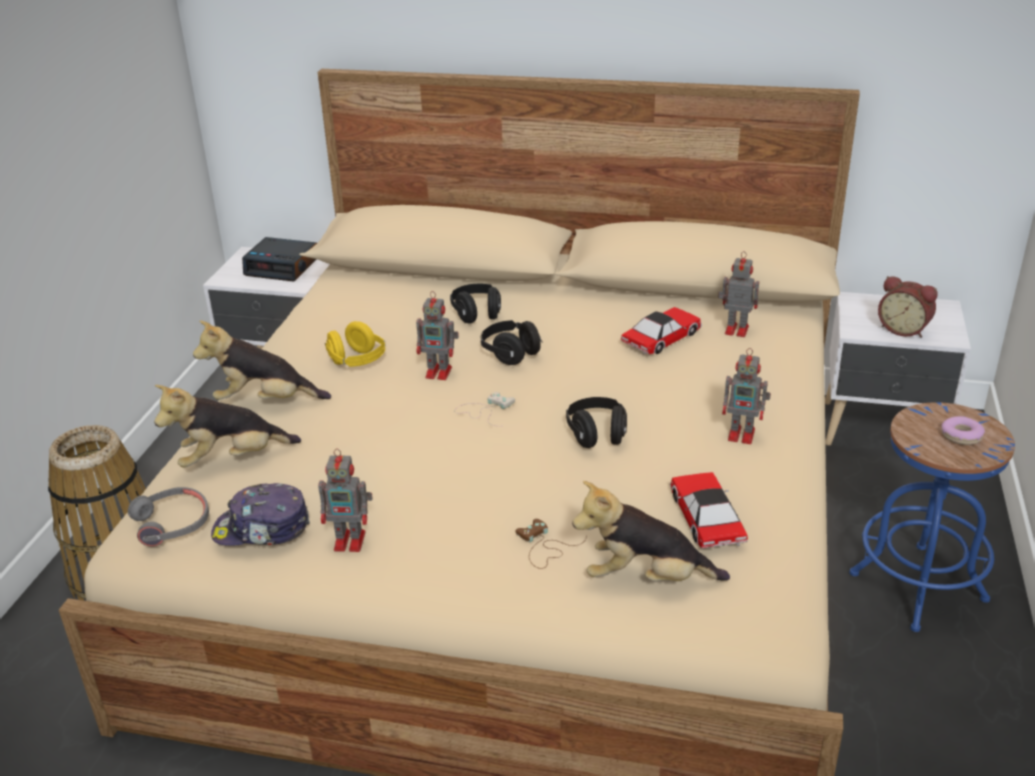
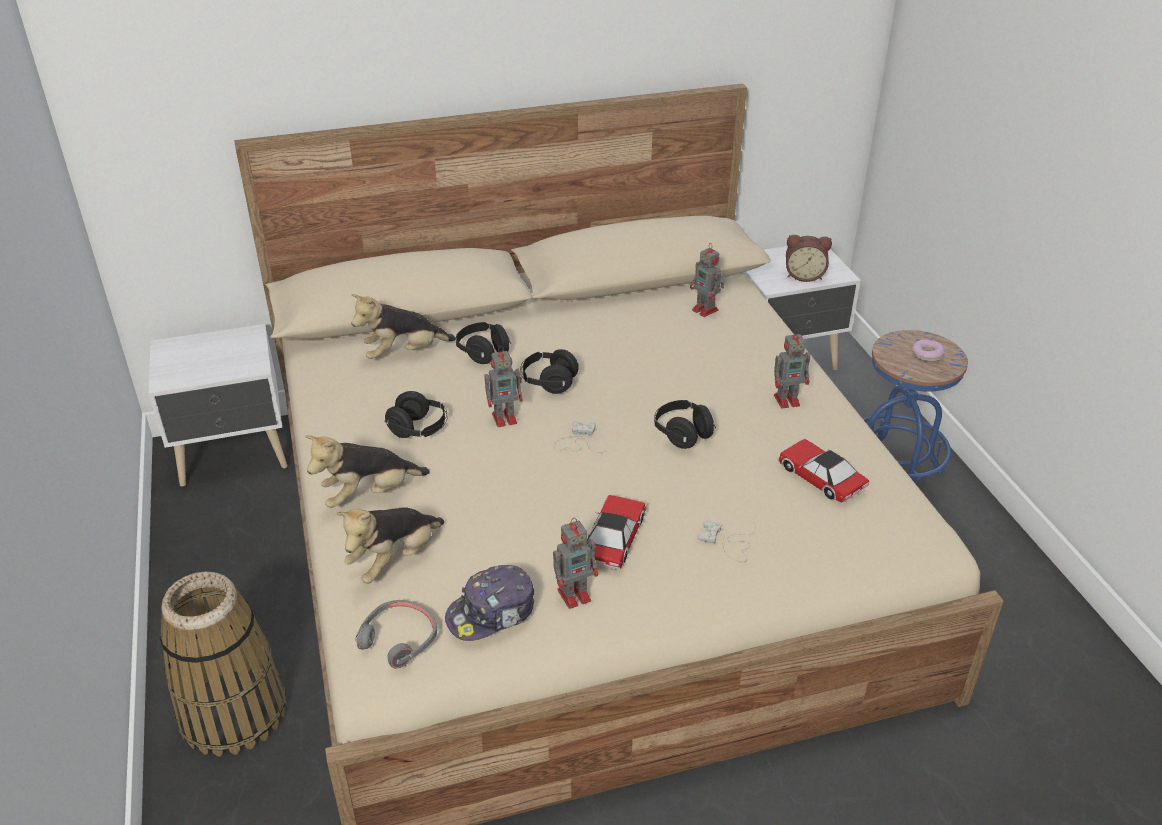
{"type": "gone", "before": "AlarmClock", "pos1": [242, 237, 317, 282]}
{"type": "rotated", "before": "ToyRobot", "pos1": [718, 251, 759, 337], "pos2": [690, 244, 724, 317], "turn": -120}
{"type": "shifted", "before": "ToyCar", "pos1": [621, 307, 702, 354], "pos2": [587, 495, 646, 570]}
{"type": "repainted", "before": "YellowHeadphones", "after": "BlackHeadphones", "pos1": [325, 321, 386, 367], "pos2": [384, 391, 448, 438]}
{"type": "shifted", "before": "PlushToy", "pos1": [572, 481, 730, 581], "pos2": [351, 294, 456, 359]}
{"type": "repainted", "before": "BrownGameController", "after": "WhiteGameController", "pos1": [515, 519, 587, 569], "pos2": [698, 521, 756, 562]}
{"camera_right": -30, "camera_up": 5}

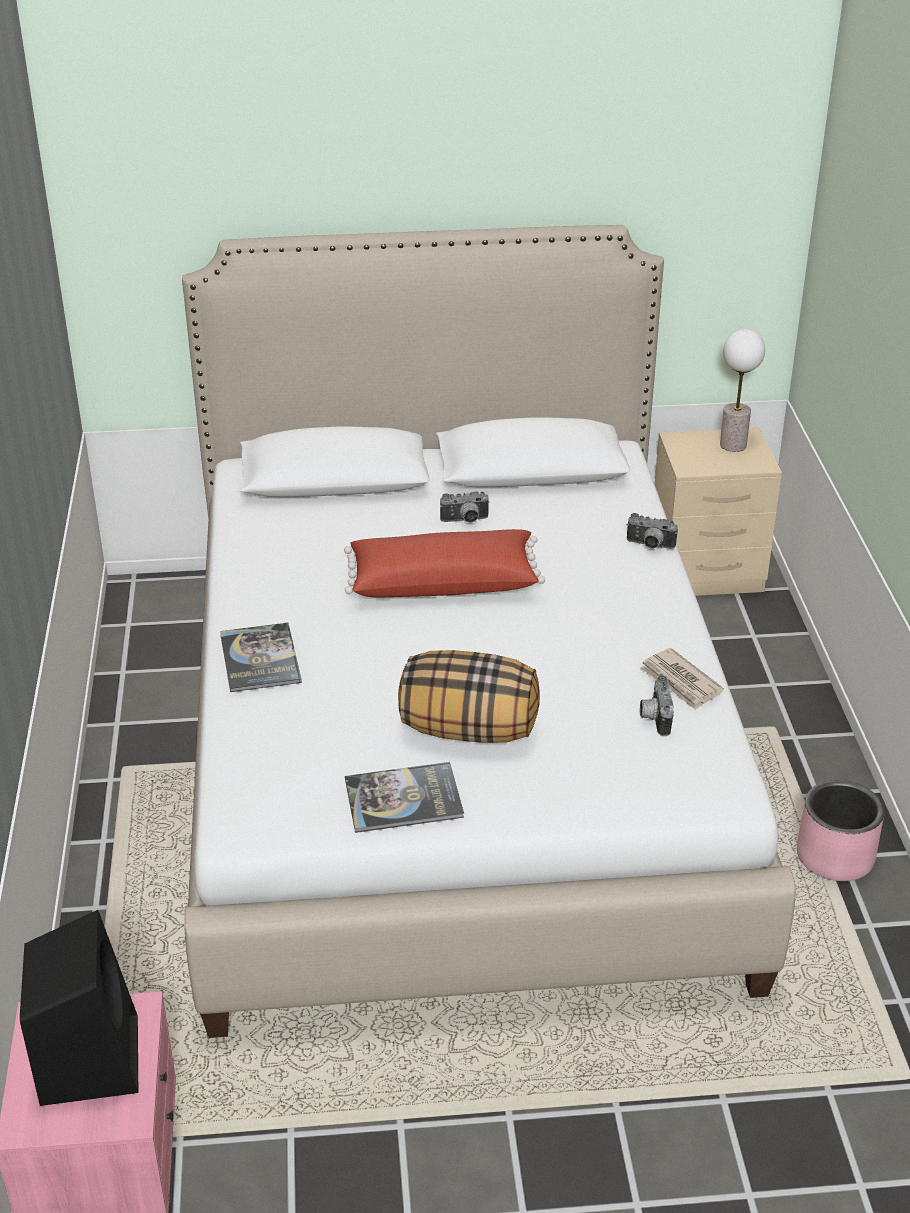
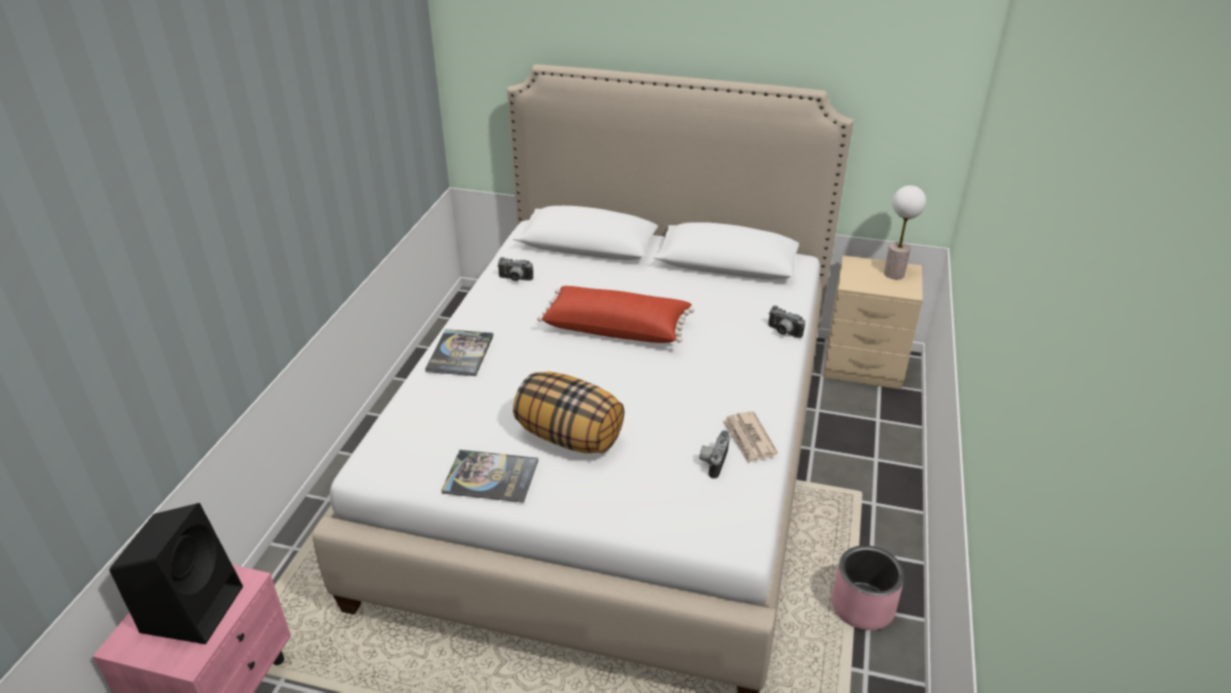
{"type": "shifted", "before": "PhotoCamera", "pos1": [440, 492, 490, 523], "pos2": [497, 257, 533, 281]}
{"camera_right": 20, "camera_up": 0}

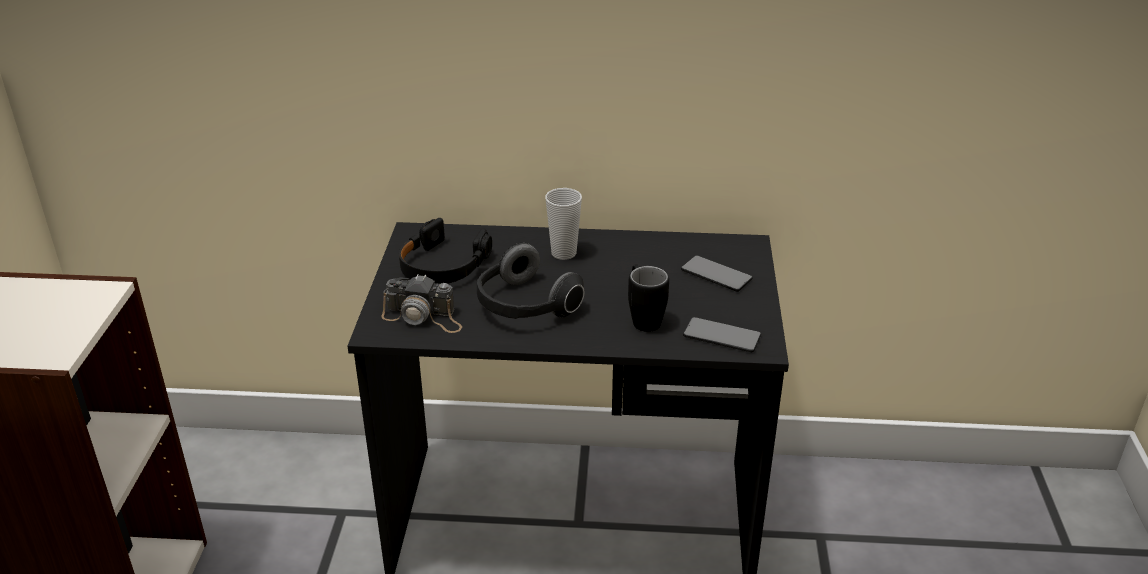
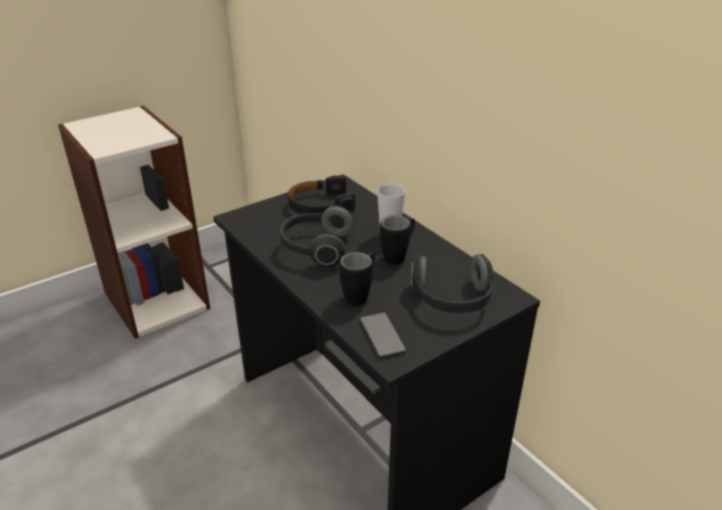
{"type": "swapped", "before": "Phone", "after": "Headphones", "pos1": [681, 255, 753, 292], "pos2": [411, 254, 494, 313]}
{"type": "gone", "before": "PhotoCamera", "pos1": [381, 274, 462, 333]}
{"type": "new", "after": "BlackMug", "pos2": [380, 216, 415, 265]}
{"camera_right": 50, "camera_up": 0}

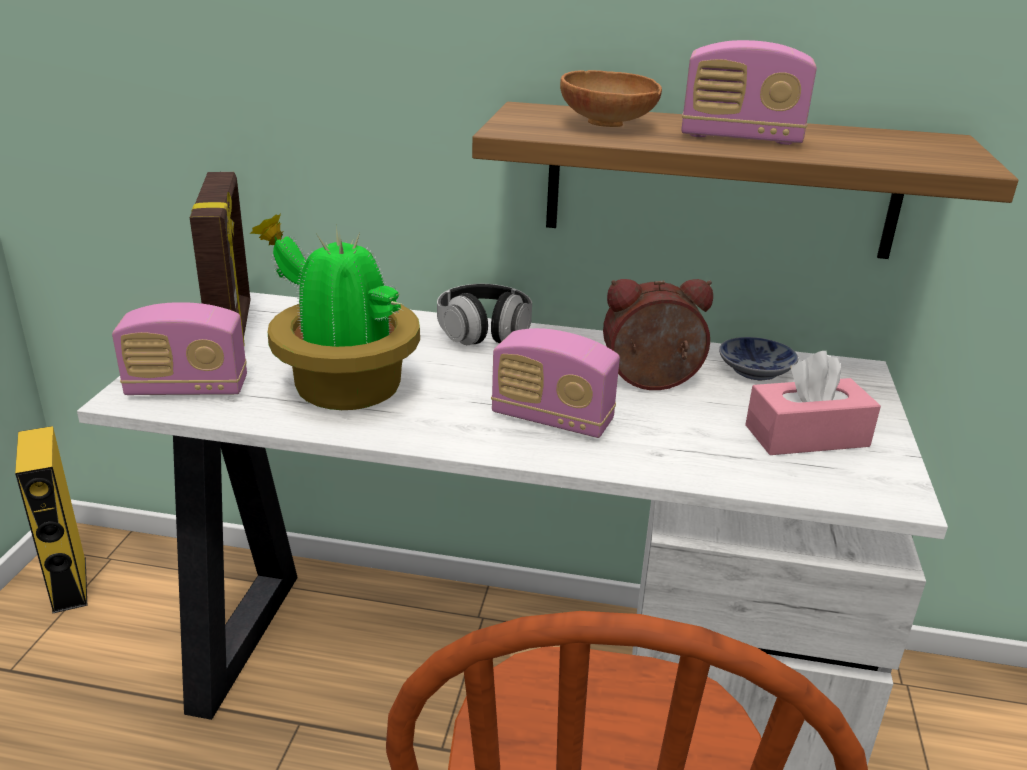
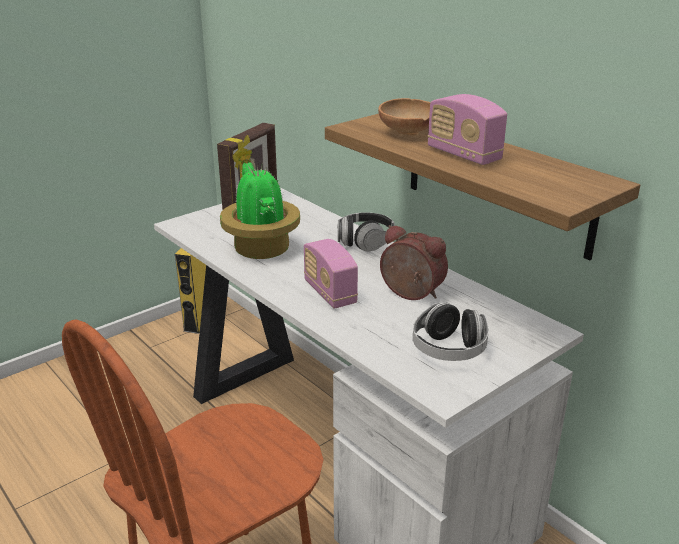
{"type": "gone", "before": "Radio", "pos1": [112, 302, 247, 395]}
{"type": "gone", "before": "Bowl", "pos1": [719, 337, 799, 380]}
{"type": "swapped", "before": "PinkTissueBox", "after": "Headphones", "pos1": [745, 351, 881, 455], "pos2": [413, 302, 489, 361]}
{"camera_right": 40, "camera_up": 0}

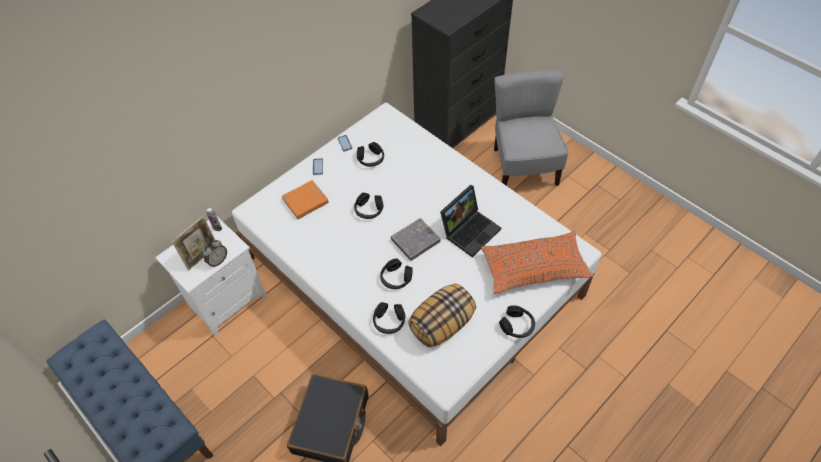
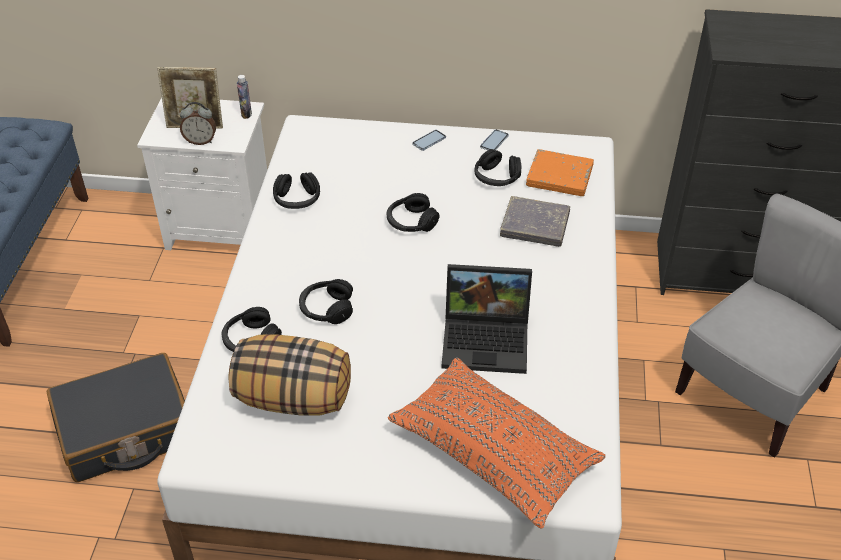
{"type": "shifted", "before": "OrangeBook", "pos1": [282, 180, 329, 219], "pos2": [526, 149, 594, 196]}
{"type": "shifted", "before": "GreyBook", "pos1": [391, 218, 441, 261], "pos2": [500, 196, 570, 247]}
{"type": "shifted", "before": "BlackHeadphones", "pos1": [499, 305, 535, 338], "pos2": [273, 172, 320, 209]}
{"camera_right": 50, "camera_up": -10}

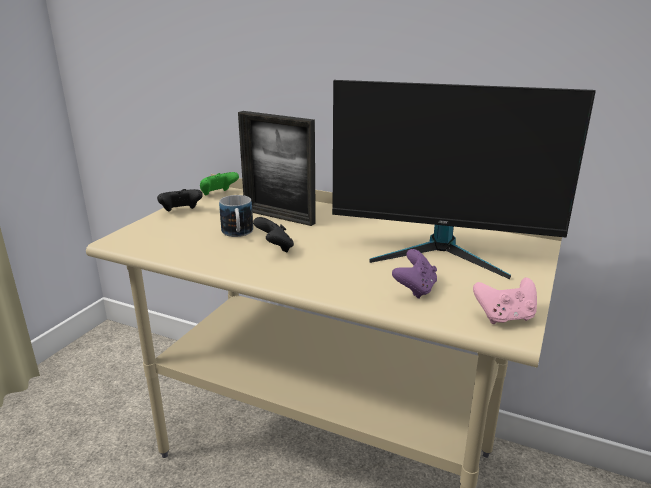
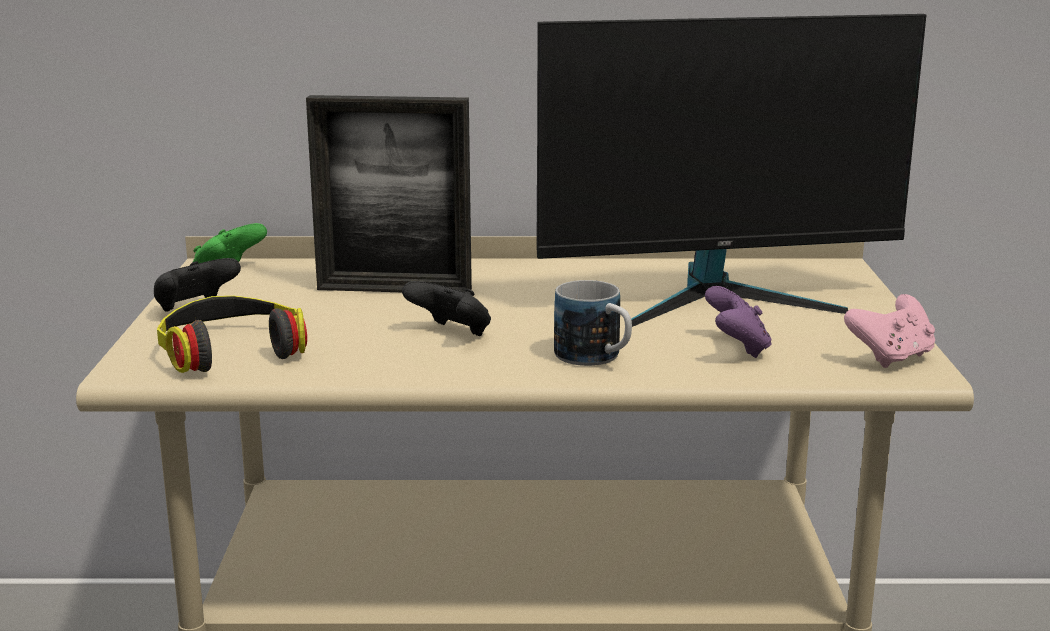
{"type": "shifted", "before": "Mug", "pos1": [219, 195, 253, 237], "pos2": [554, 280, 632, 366]}
{"type": "new", "after": "Headphones", "pos2": [157, 296, 307, 373]}
{"camera_right": -25, "camera_up": -5}

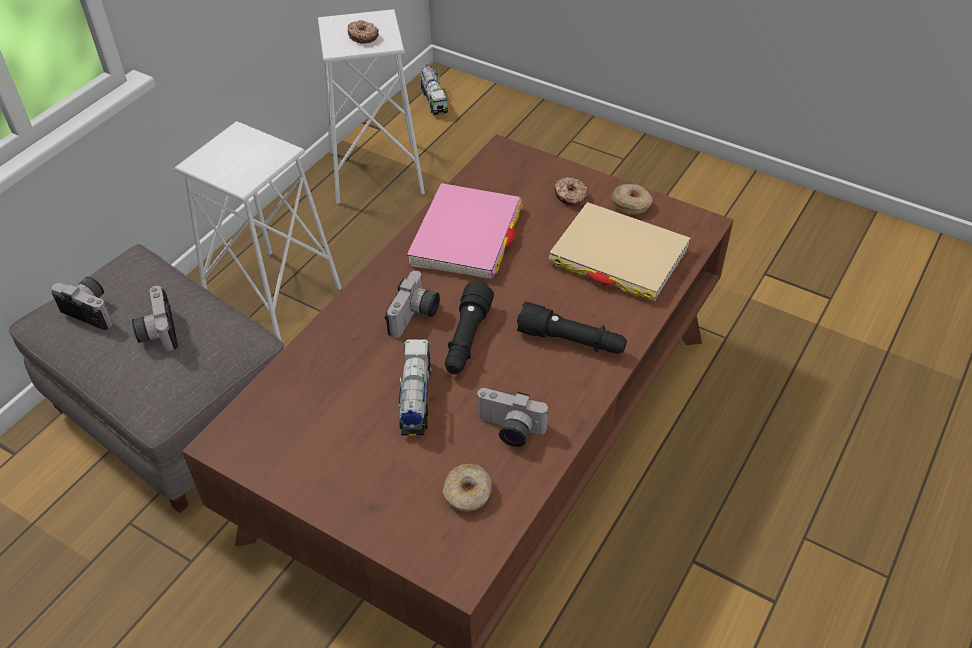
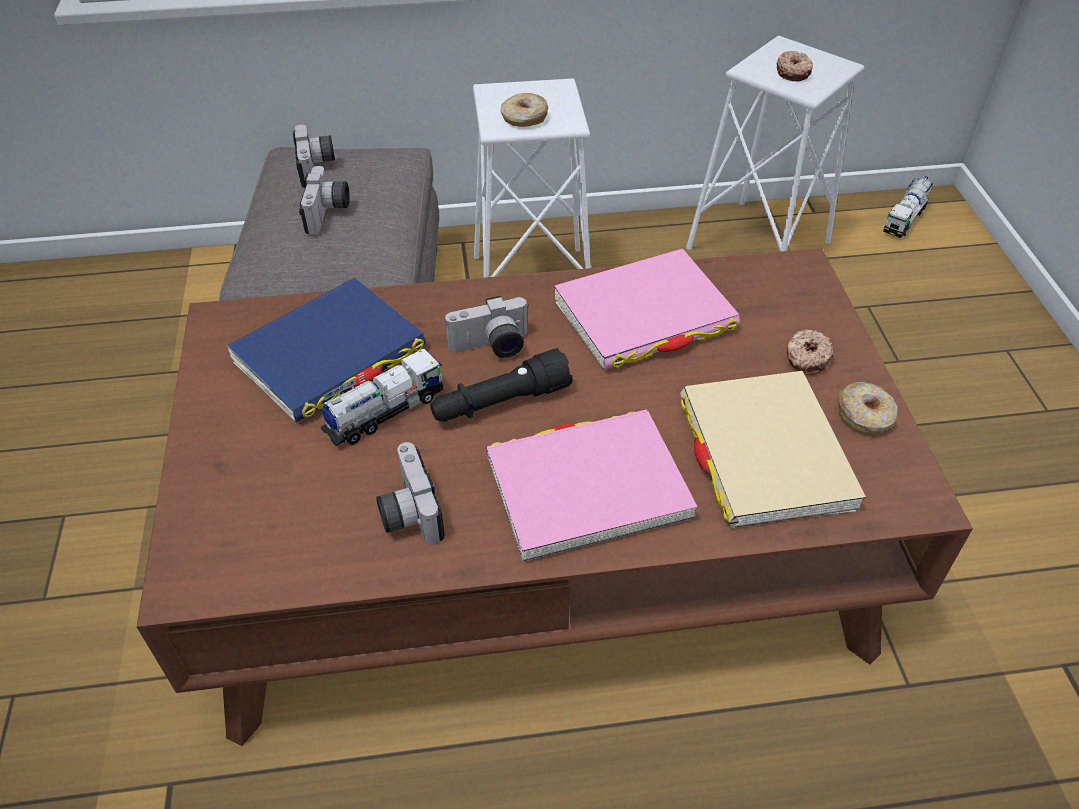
{"type": "rotated", "before": "PhotoCamera", "pos1": [132, 286, 178, 351], "pos2": [299, 166, 350, 235], "turn": 150}
{"type": "swapped", "before": "BlackFlashlight", "after": "PinkBook", "pos1": [517, 302, 627, 354], "pos2": [486, 410, 697, 562]}
{"type": "shifted", "before": "Donut", "pos1": [443, 464, 492, 512], "pos2": [501, 93, 549, 127]}
{"type": "new", "after": "BlueBook", "pos2": [226, 277, 426, 423]}
{"camera_right": 50, "camera_up": 0}

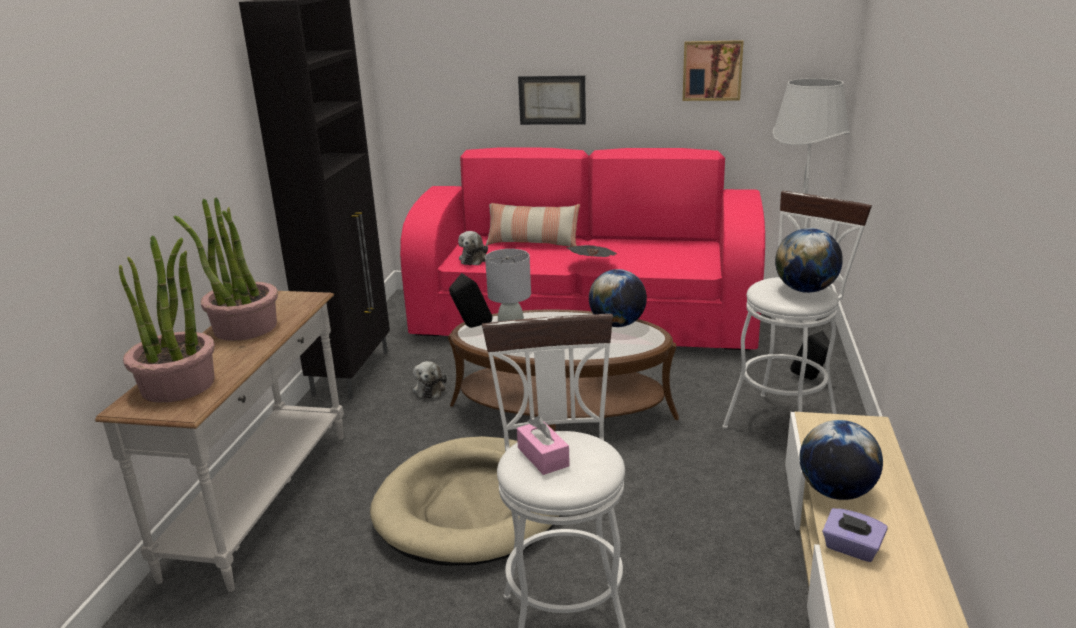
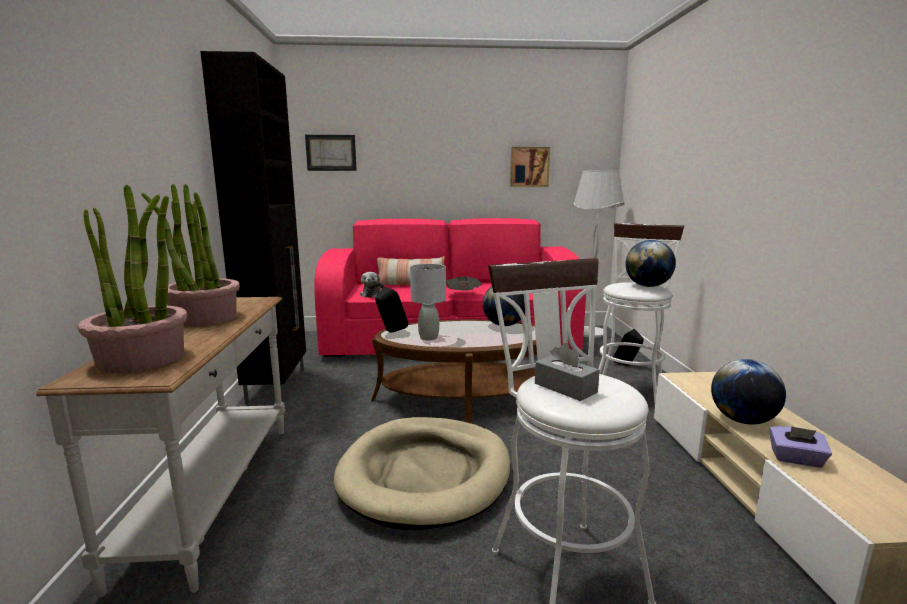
{"type": "shifted", "before": "Picture", "pos1": [518, 76, 586, 125], "pos2": [305, 135, 357, 171]}
{"type": "gone", "before": "PlushToy", "pos1": [413, 361, 447, 399]}
{"type": "repainted", "before": "PinkTissueBox", "after": "GreyTissueBox", "pos1": [517, 416, 570, 475], "pos2": [535, 343, 600, 401]}
{"camera_right": -15, "camera_up": -10}

